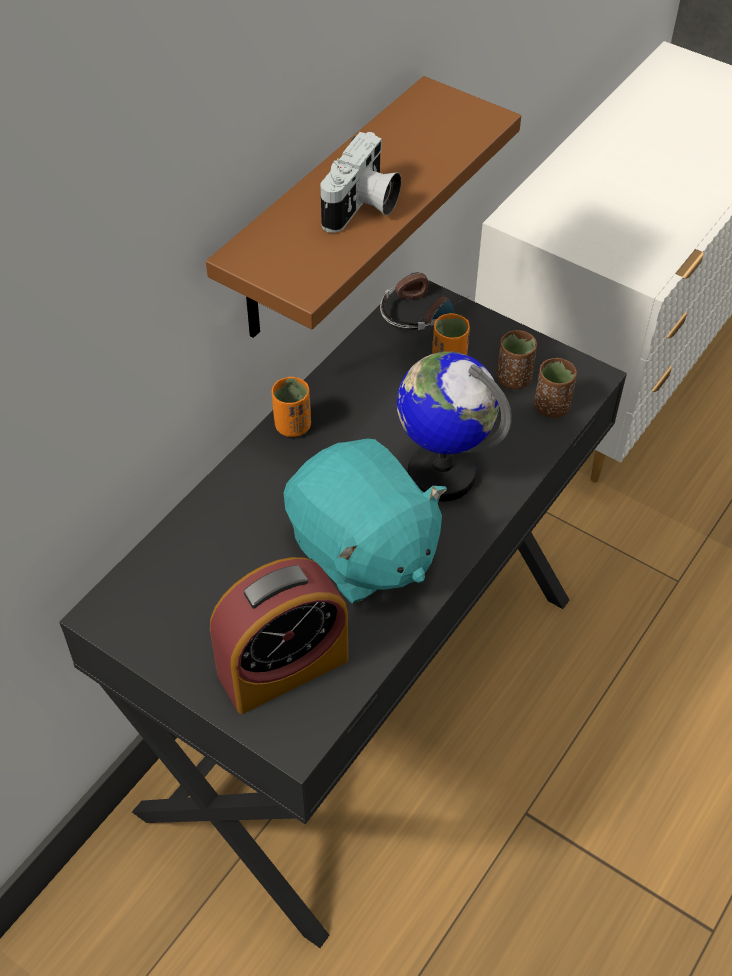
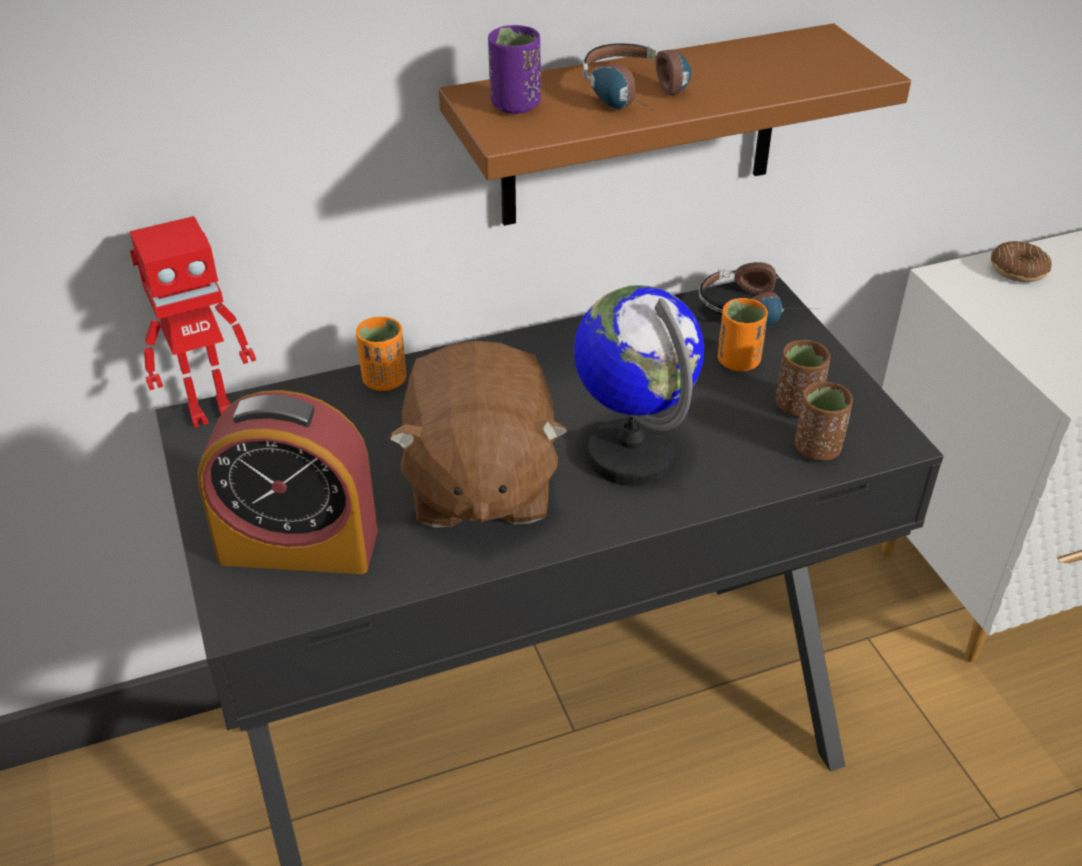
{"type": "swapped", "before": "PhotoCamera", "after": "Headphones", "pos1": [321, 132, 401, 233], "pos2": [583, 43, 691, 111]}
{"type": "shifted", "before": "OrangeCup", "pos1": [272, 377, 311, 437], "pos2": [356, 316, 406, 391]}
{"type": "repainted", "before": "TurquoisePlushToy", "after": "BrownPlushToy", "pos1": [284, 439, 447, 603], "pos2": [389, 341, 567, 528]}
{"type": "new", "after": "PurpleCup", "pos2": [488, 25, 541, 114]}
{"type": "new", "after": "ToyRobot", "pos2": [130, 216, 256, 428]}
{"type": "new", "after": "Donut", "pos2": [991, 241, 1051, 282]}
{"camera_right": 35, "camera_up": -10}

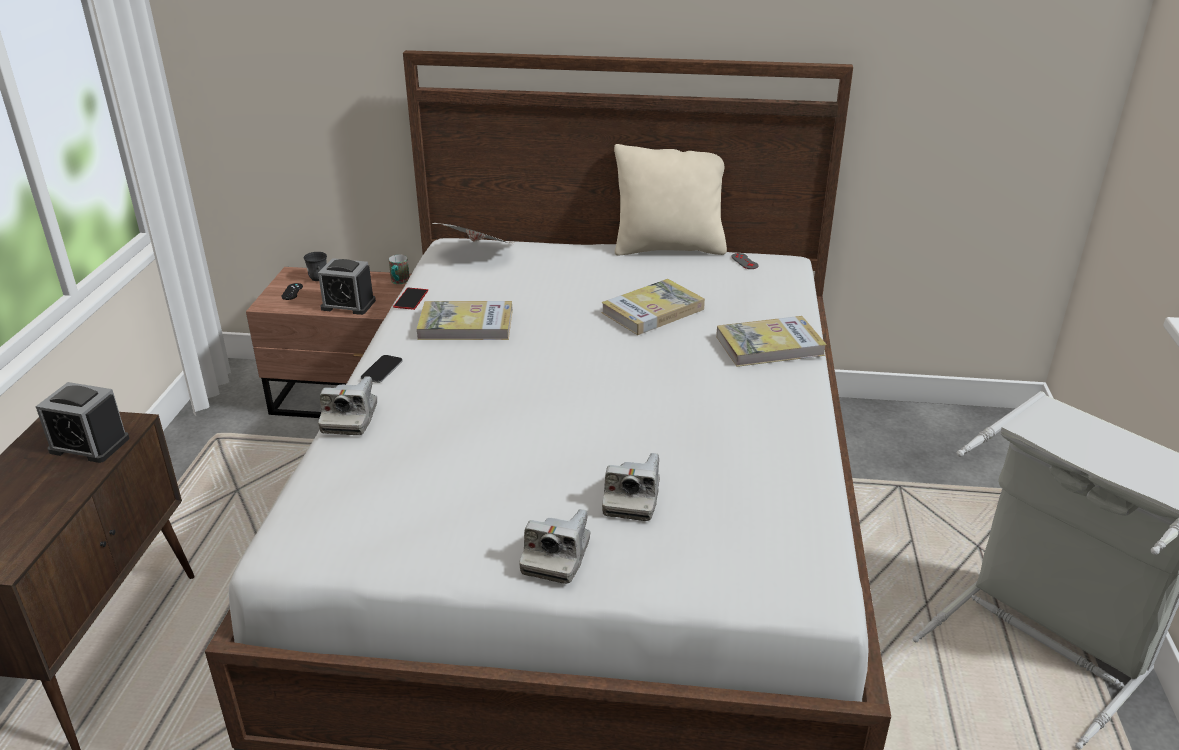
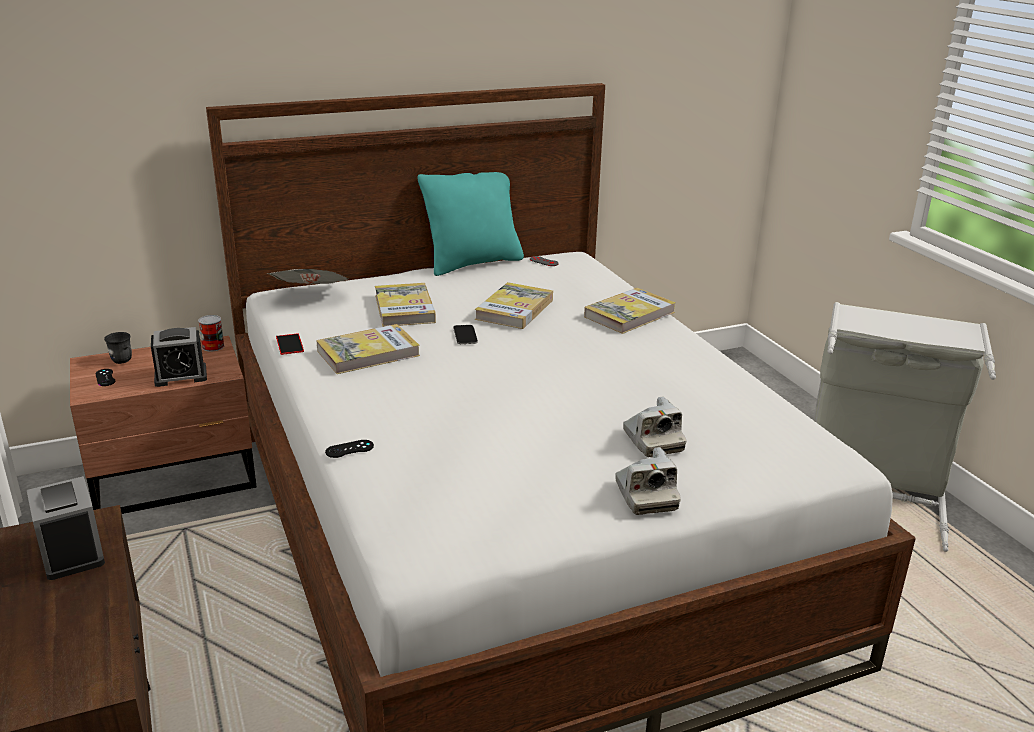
{"type": "repainted", "before": "BeigePillow", "after": "TurquoisePillow", "pos1": [614, 144, 727, 255], "pos2": [418, 172, 524, 276]}
{"type": "swapped", "before": "Mug", "after": "Can", "pos1": [389, 255, 410, 284], "pos2": [198, 315, 225, 351]}
{"type": "shifted", "before": "Phone", "pos1": [361, 355, 403, 383], "pos2": [453, 325, 478, 344]}
{"type": "swapped", "before": "PhotoCamera", "after": "BlackGameController", "pos1": [318, 376, 377, 435], "pos2": [325, 440, 374, 458]}
{"type": "rotated", "before": "AlarmClock", "pos1": [35, 382, 129, 463], "pos2": [27, 476, 105, 580], "turn": -105}
{"type": "new", "after": "Book", "pos2": [375, 283, 436, 327]}
{"camera_right": -30, "camera_up": -5}

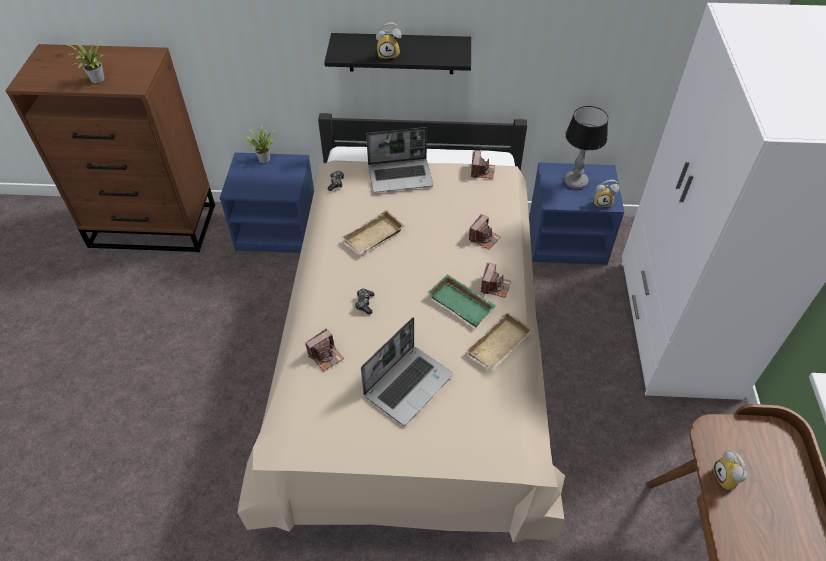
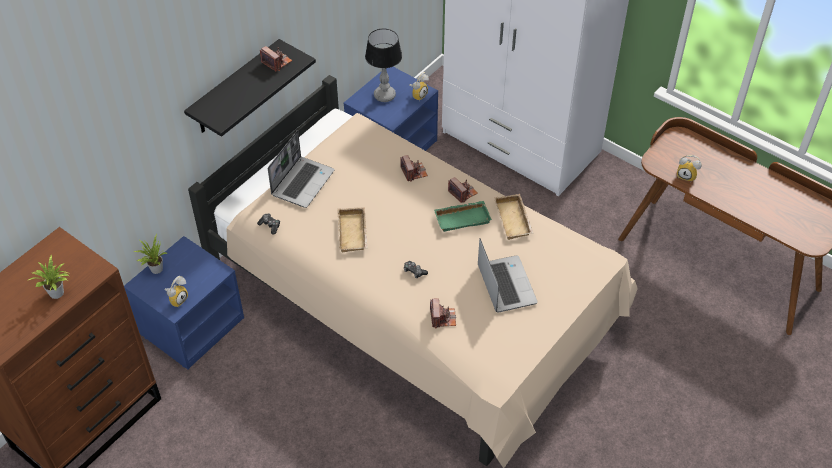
{"type": "shifted", "before": "AlarmClock", "pos1": [376, 22, 402, 60], "pos2": [165, 276, 188, 307]}
{"type": "shifted", "before": "PhotoCamera", "pos1": [471, 151, 495, 179], "pos2": [260, 46, 292, 72]}
{"camera_right": -55, "camera_up": 0}

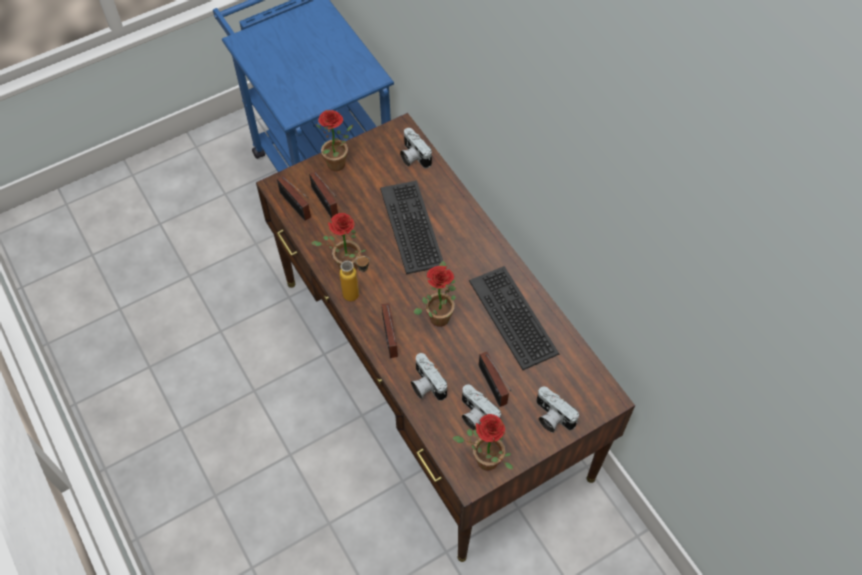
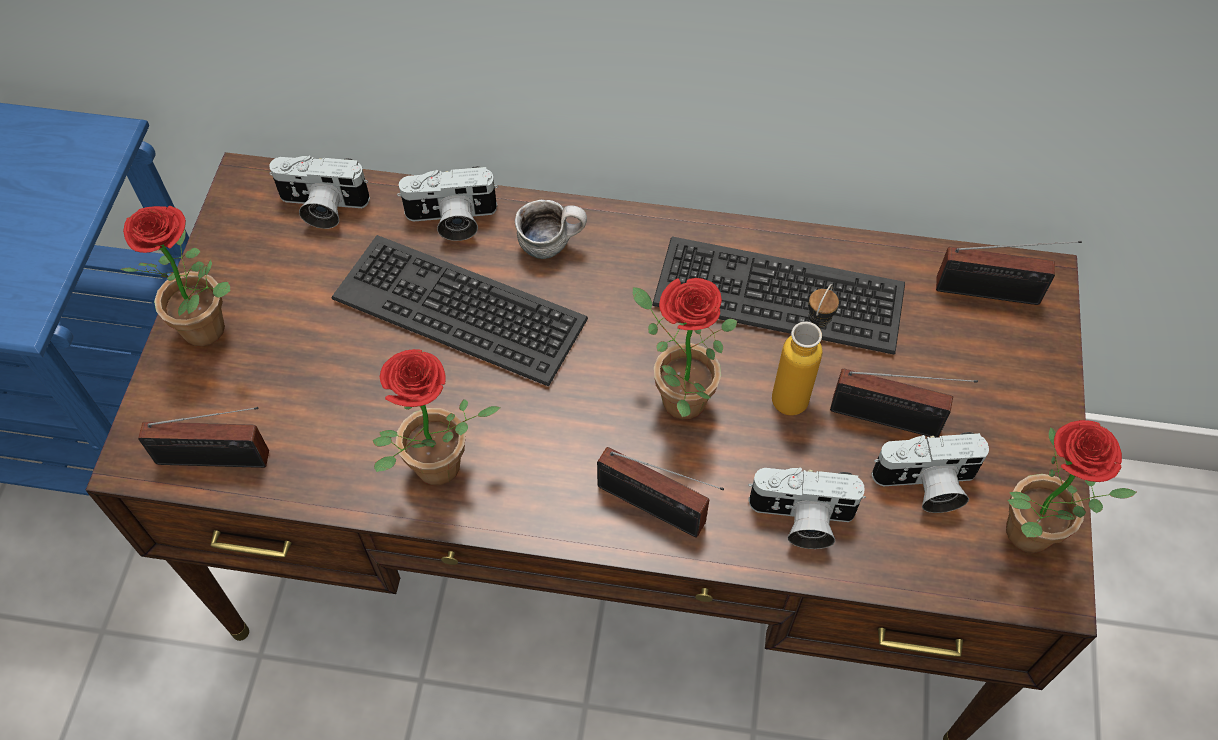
{"type": "shifted", "before": "Radio", "pos1": [309, 171, 338, 218], "pos2": [936, 241, 1082, 305]}
{"type": "shifted", "before": "Bottle", "pos1": [340, 256, 370, 301], "pos2": [772, 284, 839, 416]}
{"type": "shifted", "before": "PhotoCamera", "pos1": [536, 387, 579, 433], "pos2": [397, 166, 498, 241]}
{"type": "new", "after": "Mug", "pos2": [515, 200, 587, 259]}
{"camera_right": -50, "camera_up": 0}

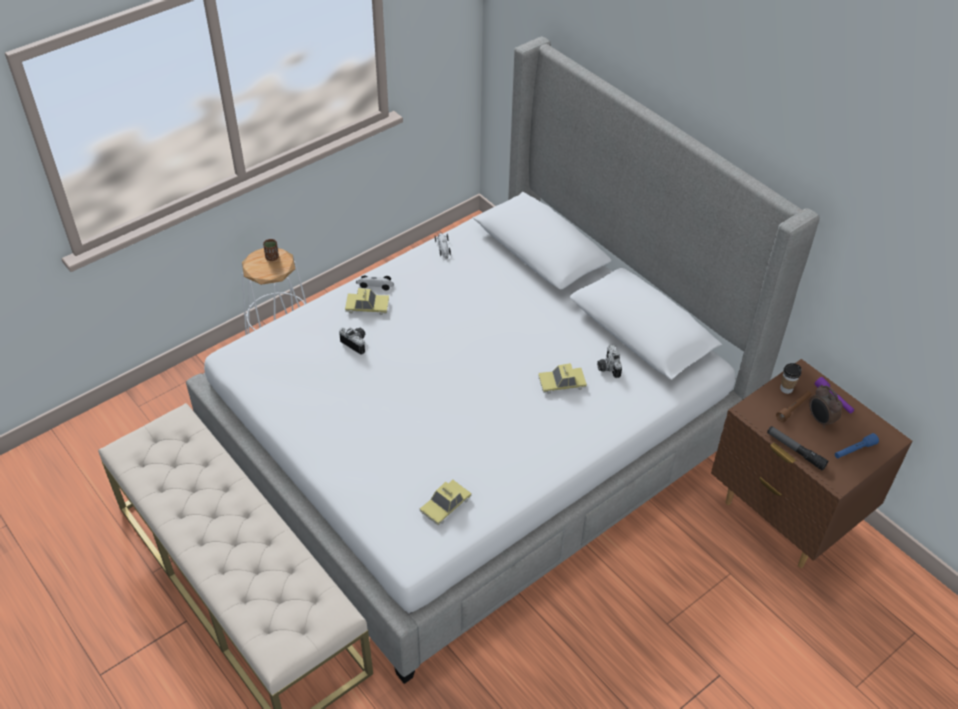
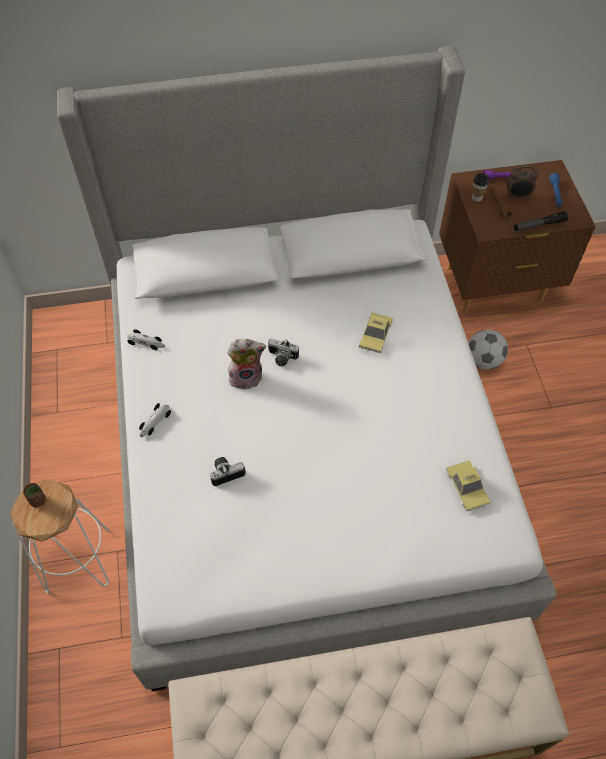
{"type": "gone", "before": "ToyCar", "pos1": [345, 288, 389, 315]}
{"type": "shifted", "before": "PhotoCamera", "pos1": [597, 345, 622, 378], "pos2": [268, 338, 299, 366]}
{"type": "new", "after": "Football", "pos2": [468, 329, 508, 370]}
{"type": "new", "after": "PlushToy", "pos2": [227, 338, 266, 390]}
{"camera_right": -60, "camera_up": 10}

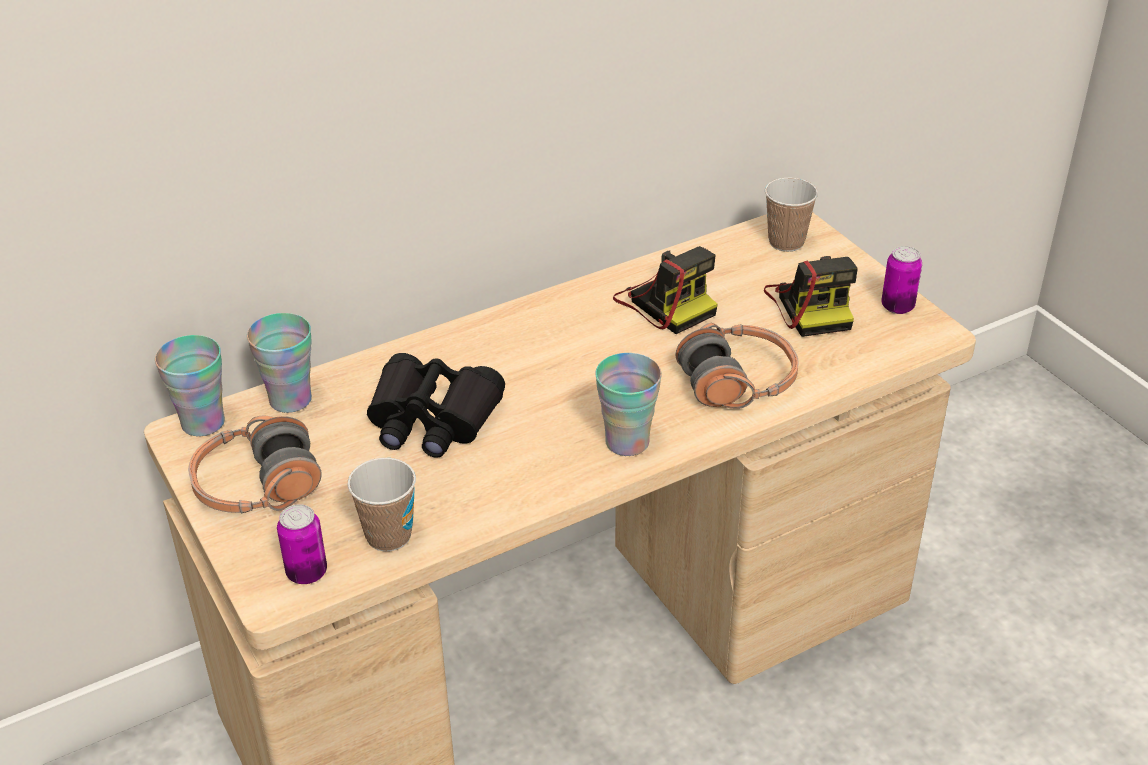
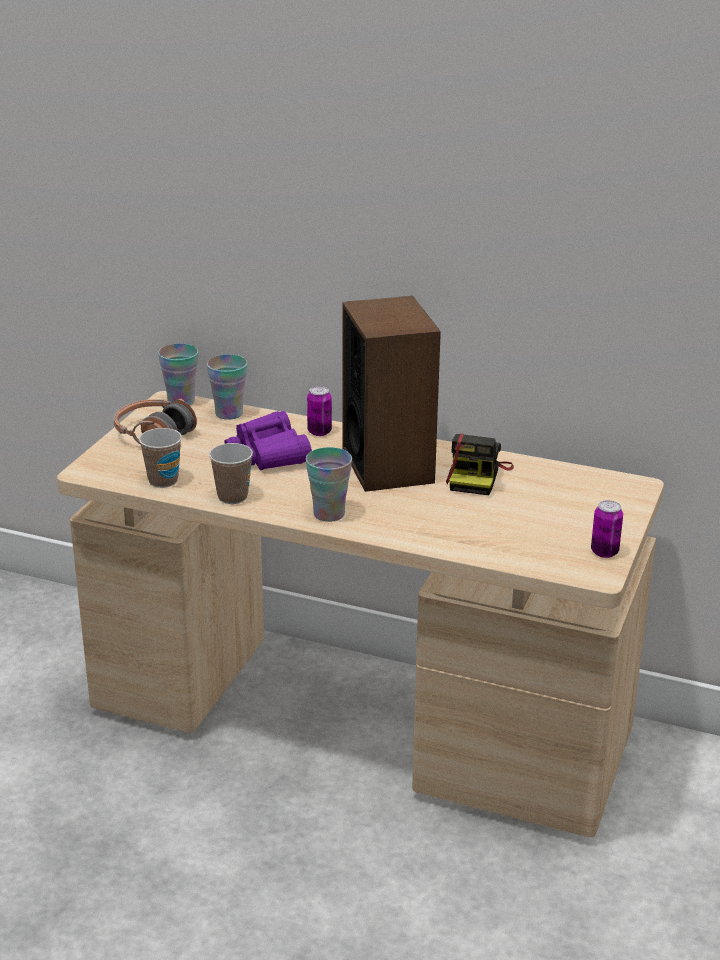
{"type": "shifted", "before": "Cup", "pos1": [765, 177, 818, 252], "pos2": [209, 443, 253, 504]}
{"type": "gone", "before": "PhotoCamera", "pos1": [764, 256, 858, 337]}
{"type": "gone", "before": "Headphones", "pos1": [676, 323, 798, 409]}
{"type": "repainted", "before": "BlackBinoculars", "after": "PurpleBinoculars", "pos1": [367, 353, 505, 458], "pos2": [225, 411, 312, 470]}
{"type": "shifted", "before": "Can", "pos1": [277, 504, 327, 584], "pos2": [307, 386, 332, 436]}
{"type": "new", "after": "Speaker", "pos2": [342, 296, 441, 492]}
{"camera_right": 50, "camera_up": -10}

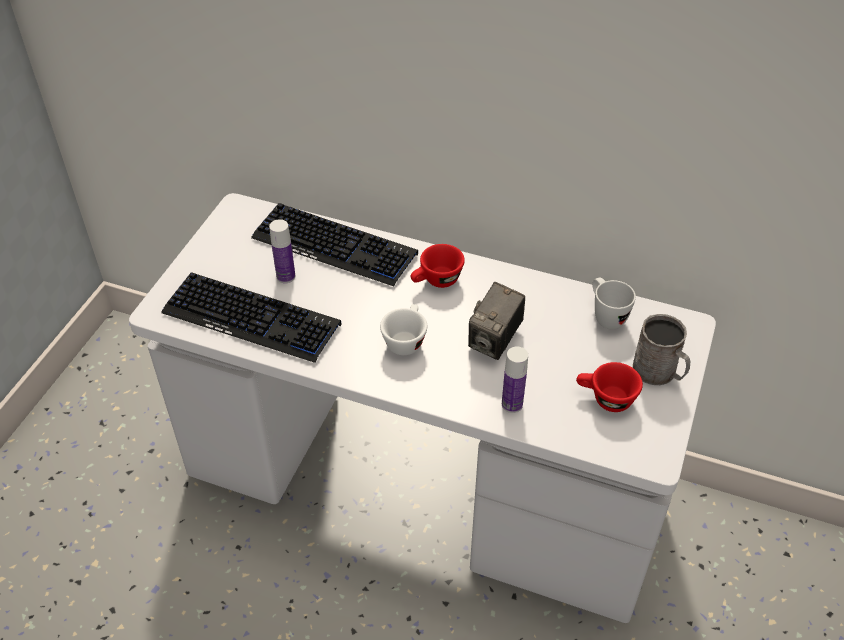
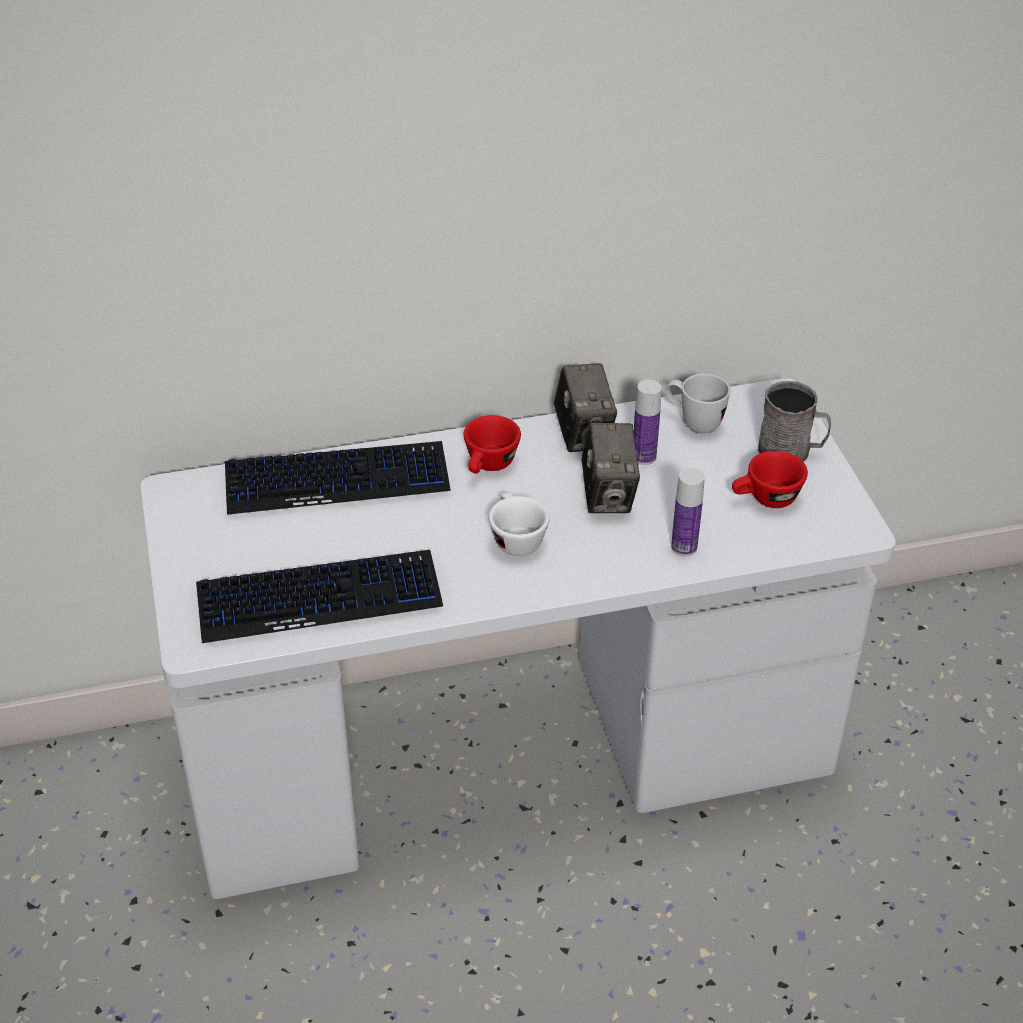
{"type": "shifted", "before": "Bottle", "pos1": [269, 219, 295, 283], "pos2": [634, 380, 662, 465]}
{"type": "new", "after": "PhotoCamera", "pos2": [554, 363, 617, 452]}
{"camera_right": -35, "camera_up": -5}

